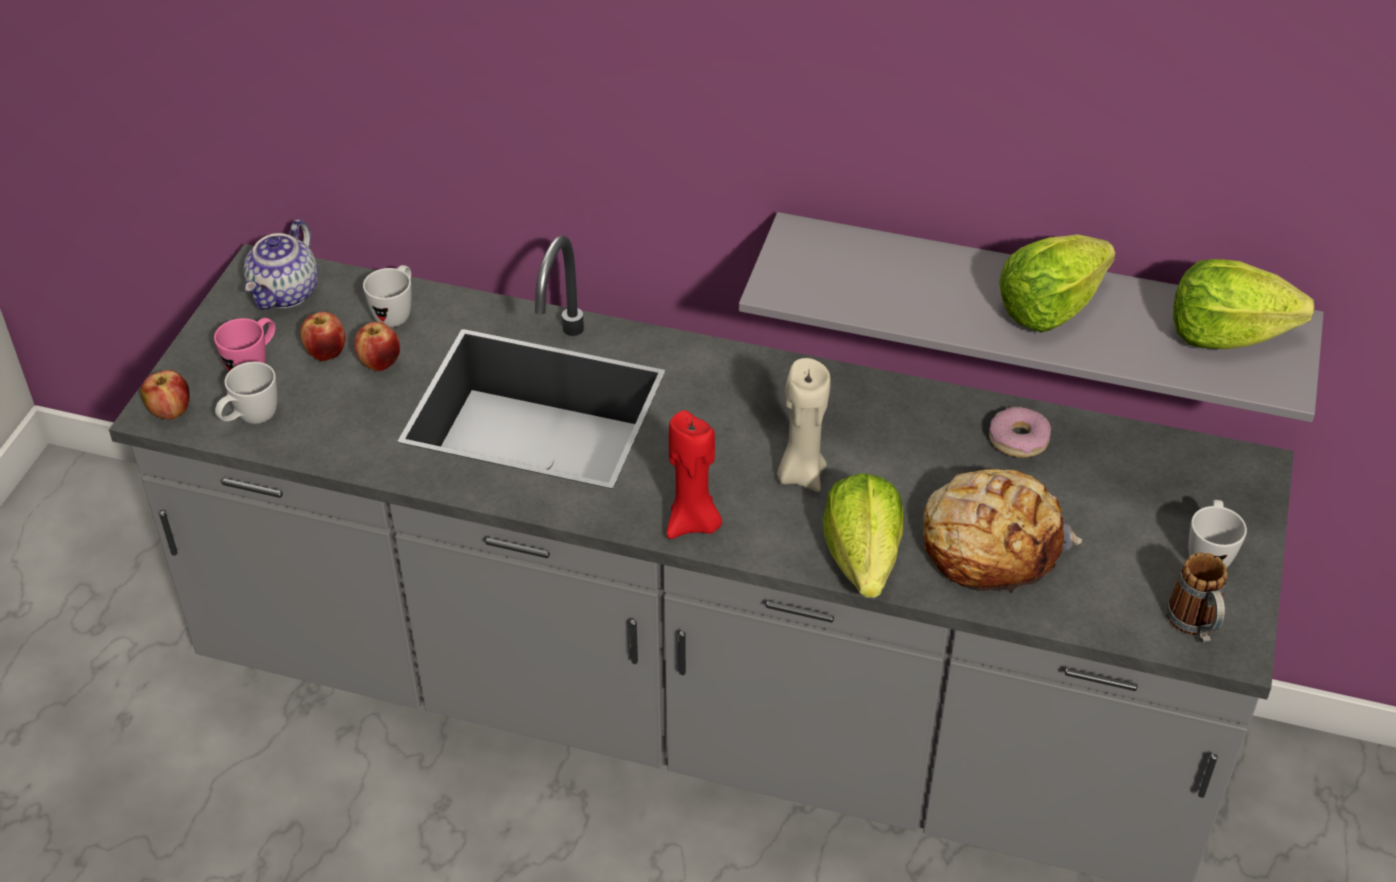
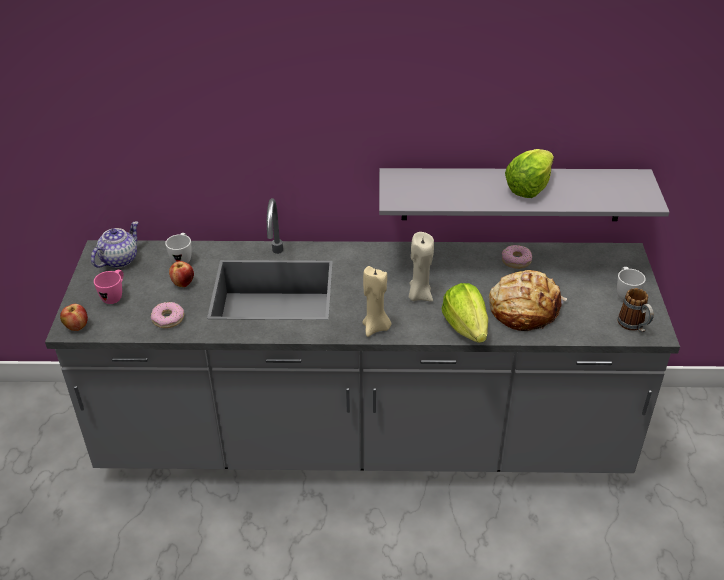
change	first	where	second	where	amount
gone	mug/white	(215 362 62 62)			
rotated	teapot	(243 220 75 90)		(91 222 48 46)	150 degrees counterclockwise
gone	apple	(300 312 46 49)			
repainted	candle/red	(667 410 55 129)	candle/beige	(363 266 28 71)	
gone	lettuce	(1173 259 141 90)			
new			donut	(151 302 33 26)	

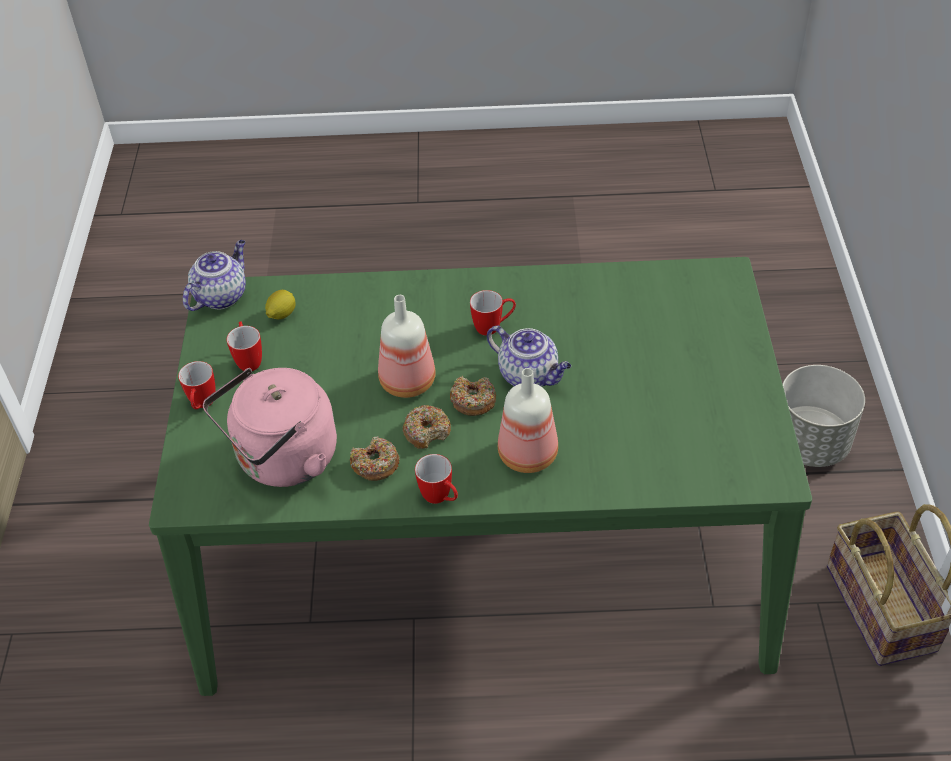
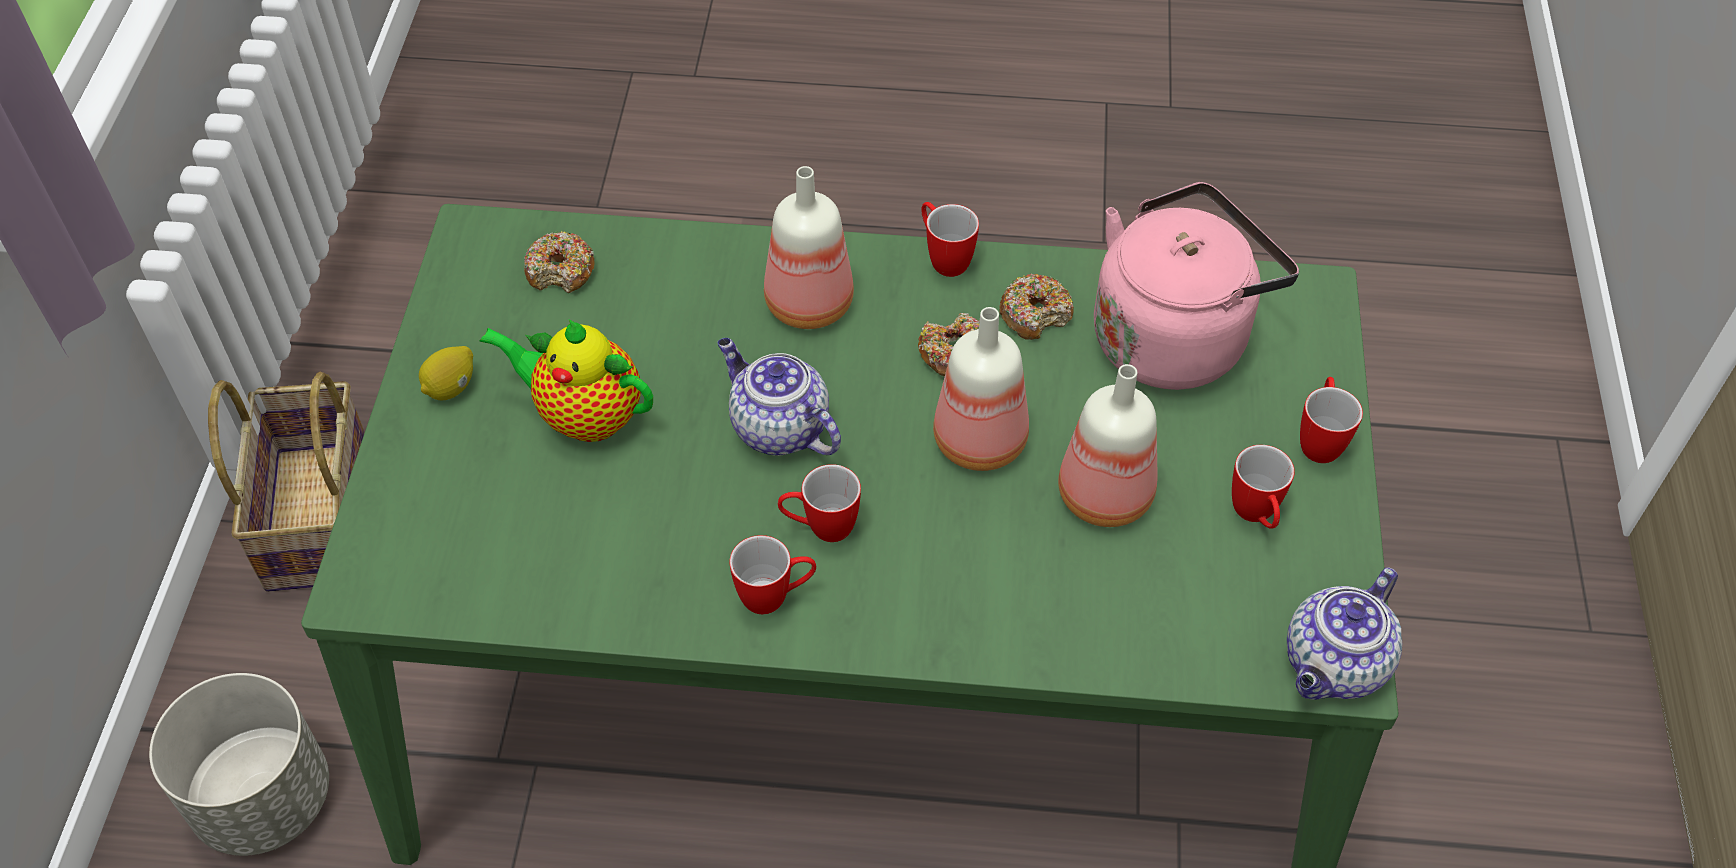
change	first	where	second	where	amount
shifted	lemon	(265 290 31 29)		(419 346 54 54)	
shifted	donut	(450 376 46 40)		(524 231 71 62)	
new			teapot	(480 319 173 123)	
new			mug	(729 535 87 79)	
new			bottle	(1058 364 100 163)	

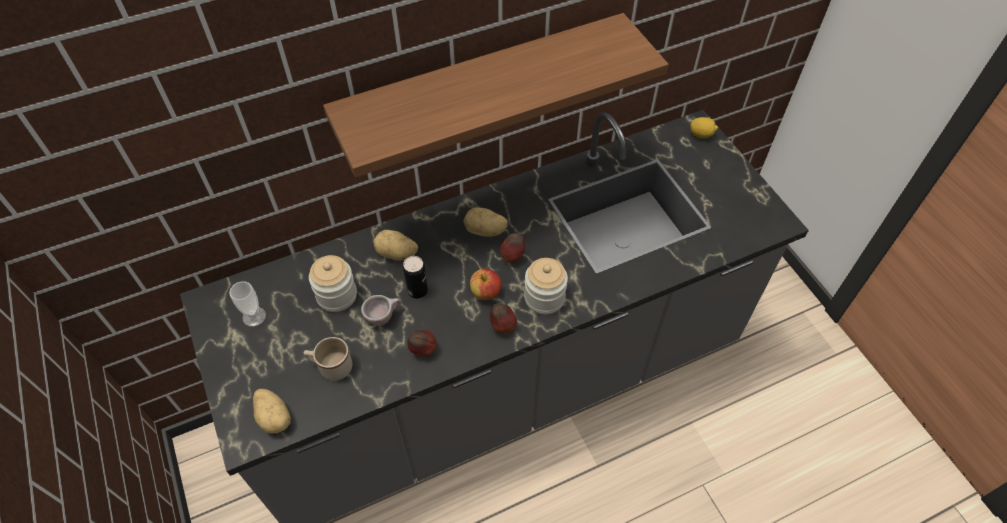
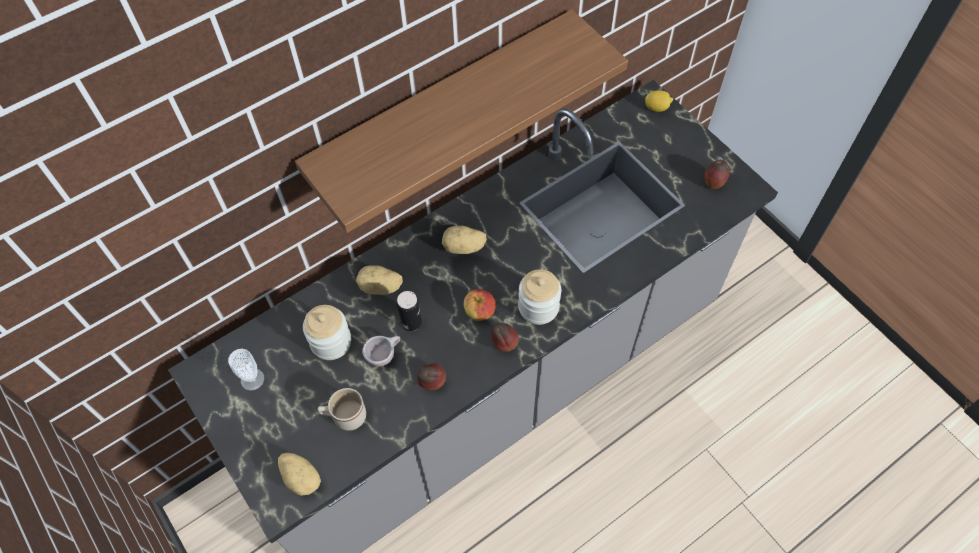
change	first	where	second	where	amount
shifted	apple	(500 233 25 30)		(704 160 26 29)	

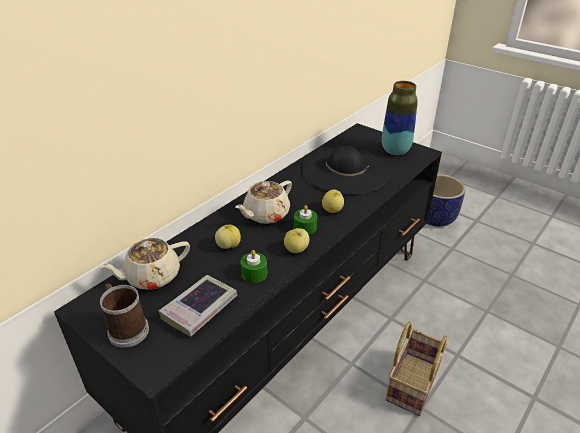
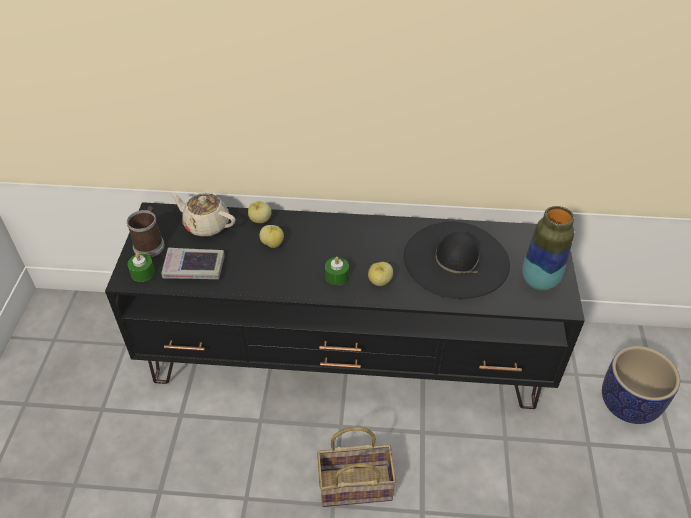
change	first	where	second	where	amount
gone	teapot/beige	(235 181 57 43)			
shifted	candle/green	(241 250 26 33)		(128 253 27 29)	
shifted	apple	(284 228 25 25)		(248 201 24 22)	

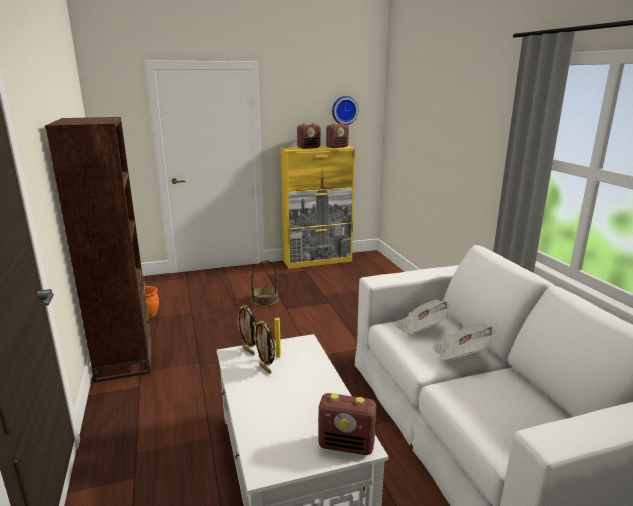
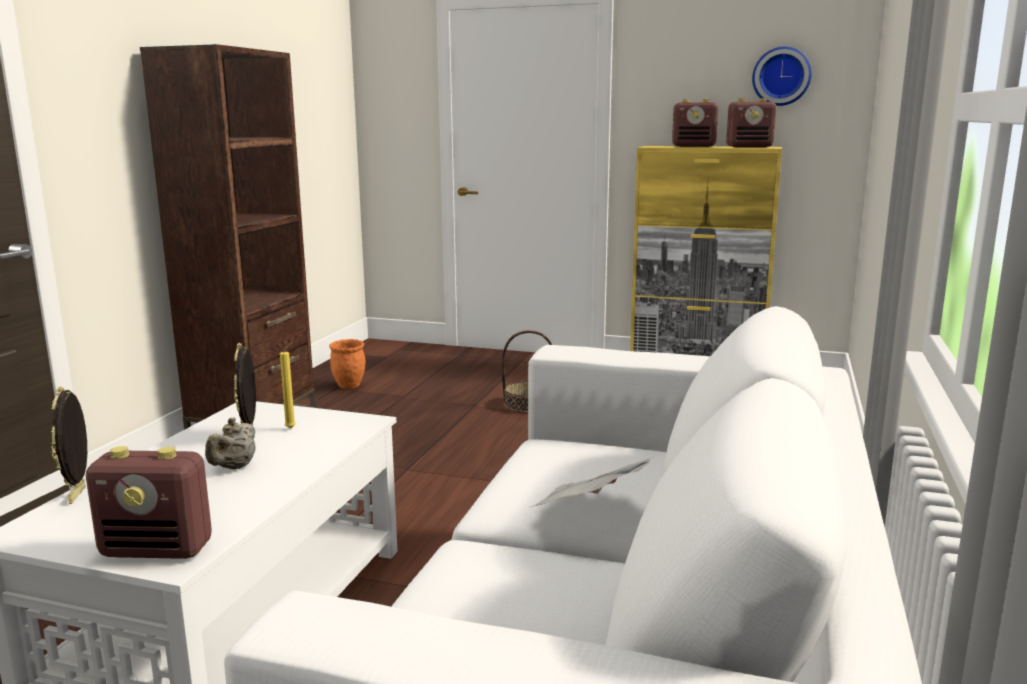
change	first	where	second	where	amount
shifted	picture frame	(237 305 20 50)		(51 386 36 118)	
rotated	radio	(318 393 58 62)		(86 446 126 113)	45 degrees counterclockwise
gone	newspaper	(395 299 55 36)			
new			teapot/beige	(205 417 51 52)	

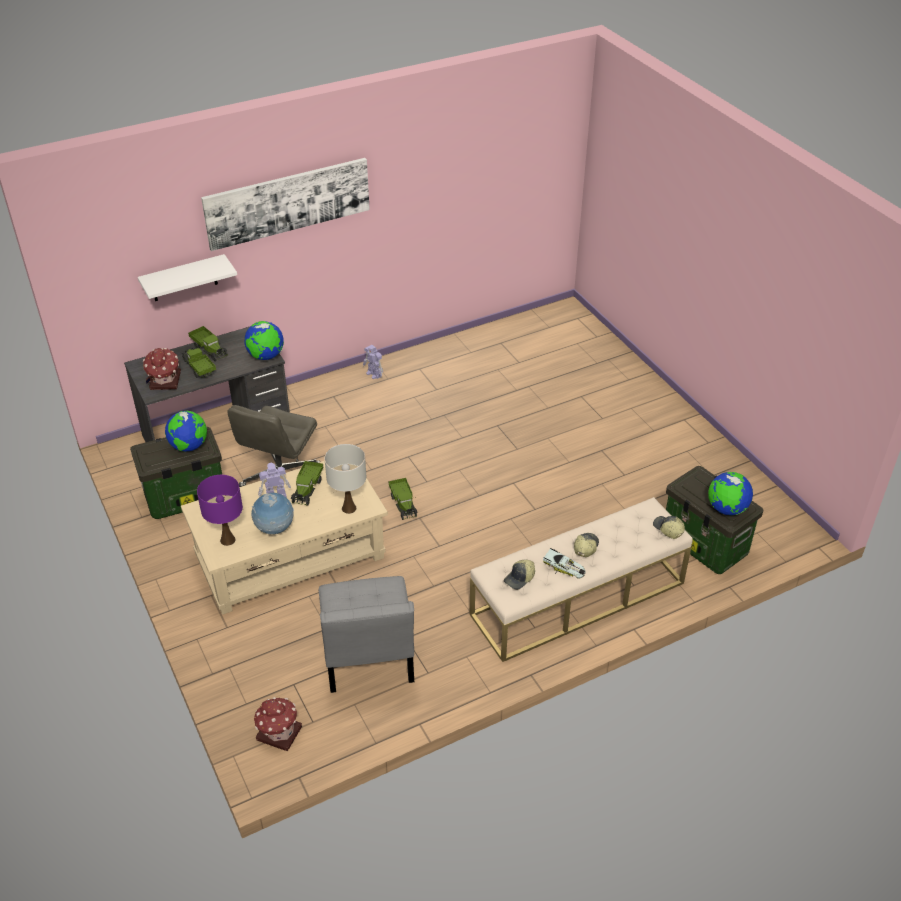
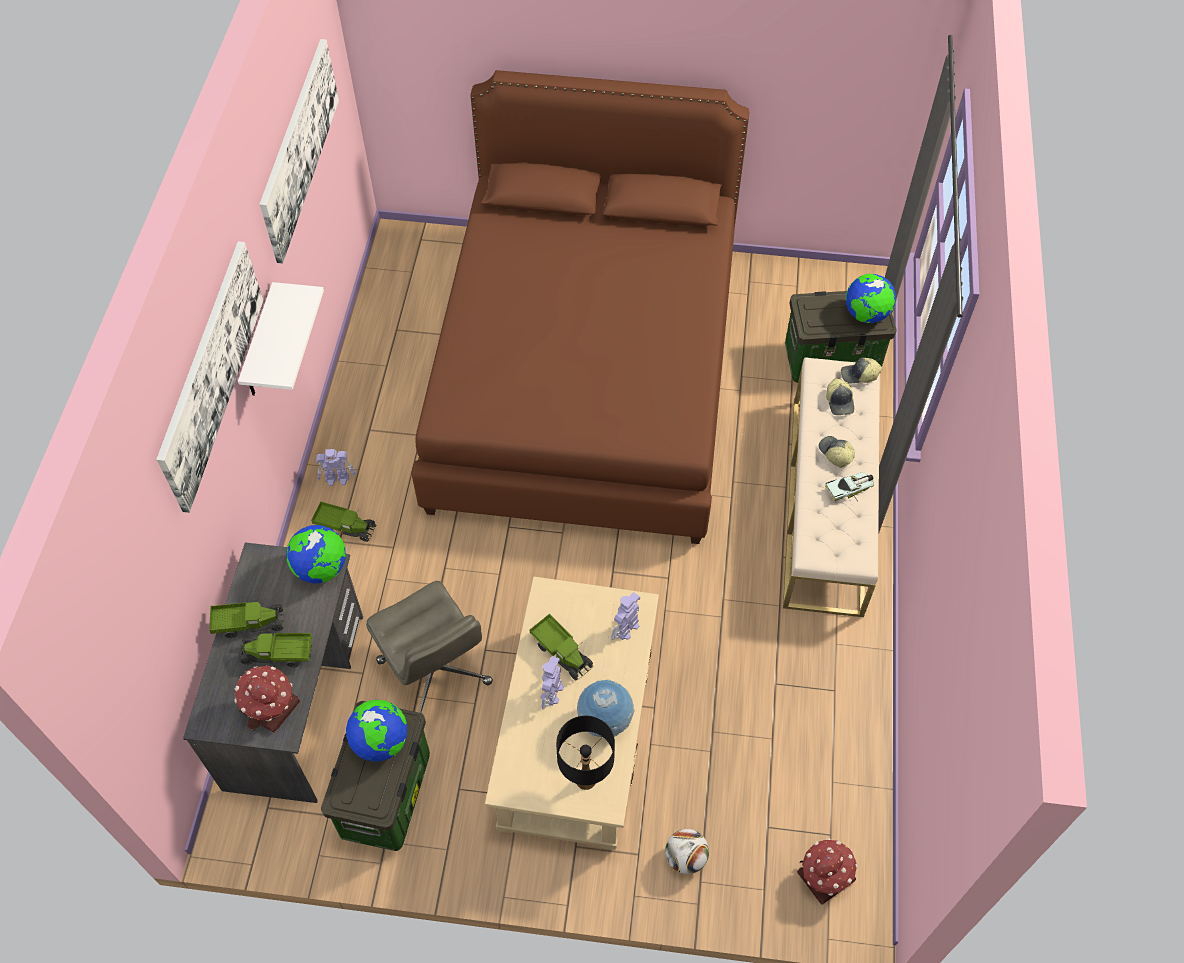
change	first	where	second	where	amount
shifted	shelf/white	(138 254 99 47)		(238 282 86 114)	
repainted	table lamp/purple	(197 475 46 71)	table lamp/black	(556 716 59 74)	
gone	chair/grey	(319 576 95 117)			
swapped	table lamp/white	(324 444 42 70)	toy robot	(611 592 29 48)	
shifted	toy truck	(389 478 28 42)		(311 502 65 40)	
shifted	cap	(504 560 31 30)		(826 378 28 37)	
new			picture	(259 39 80 225)	
new			bed/brown	(411 70 338 474)	
new			football	(665 829 44 45)	

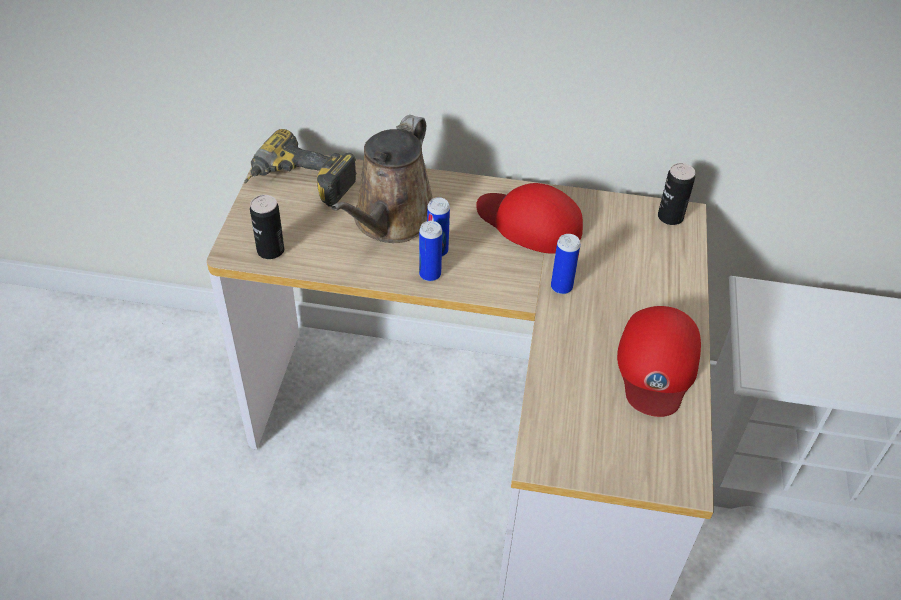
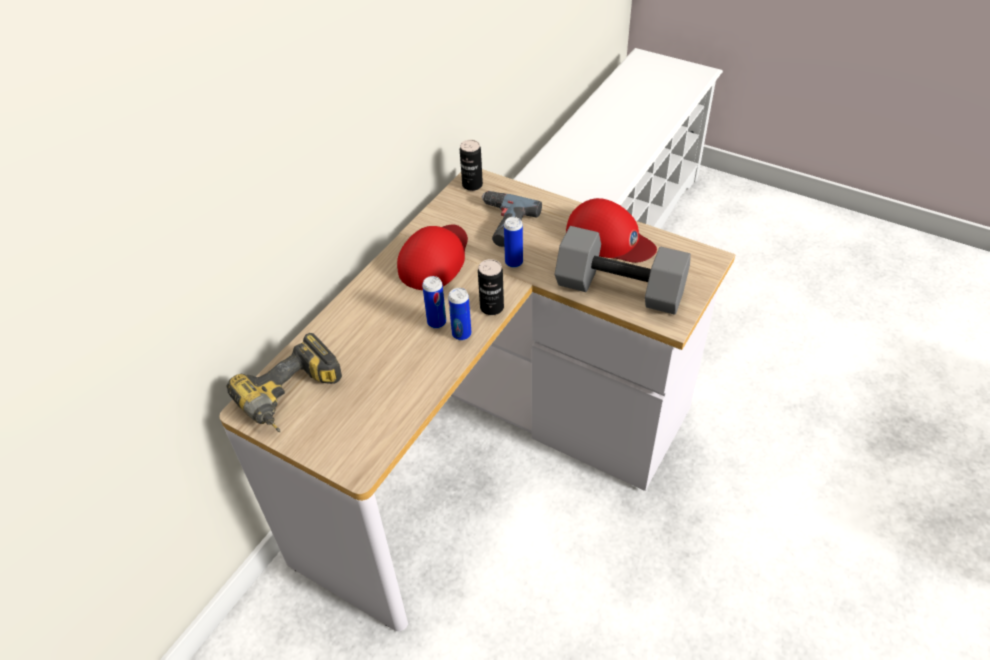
change	first	where	second	where	amount
shifted	can	(250 195 34 64)		(478 259 26 56)	
gone	watering can/brown	(331 115 102 128)			
rotated	cap/red	(476 183 107 71)		(397 225 71 65)	150 degrees clockwise
new			power drill	(481 191 61 56)	
new			dumbbell/grey	(555 226 136 89)	

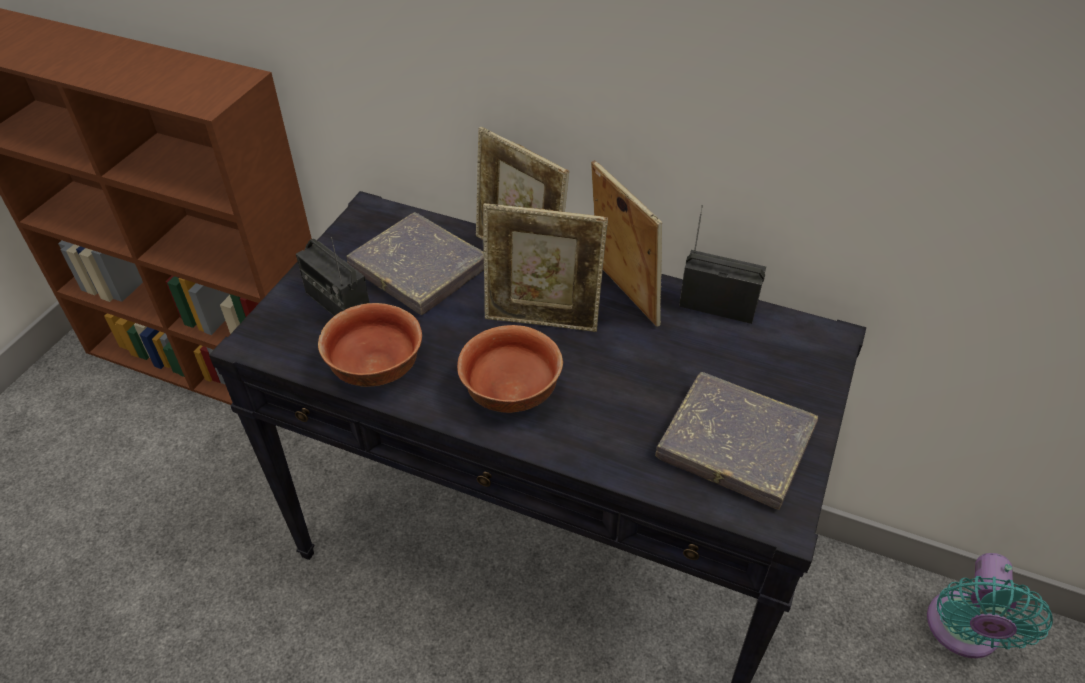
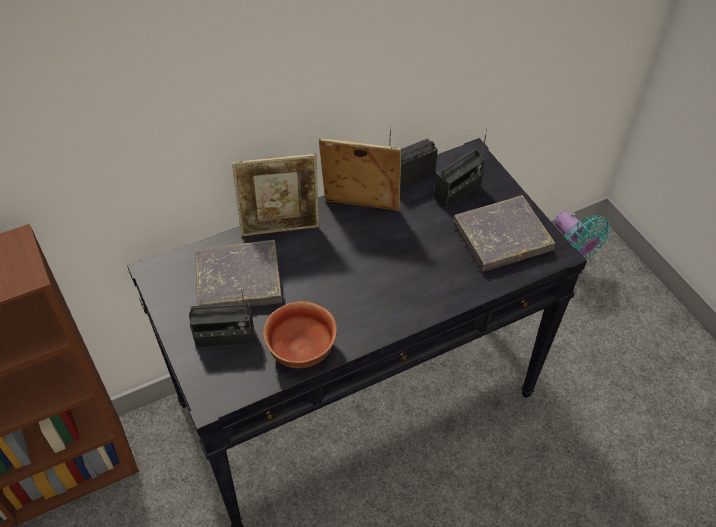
change	first	where	second	where	amount
gone	bowl	(457 325 106 88)			
gone	picture frame	(483 203 125 129)			
new			radio	(433 129 54 80)	

